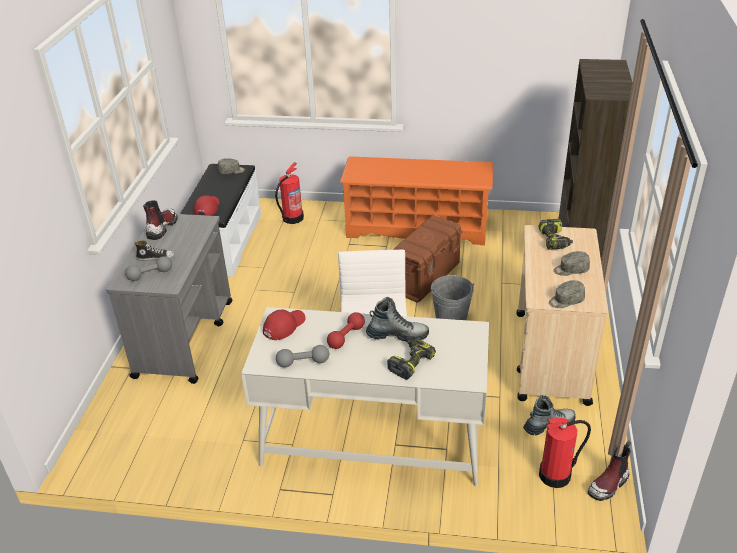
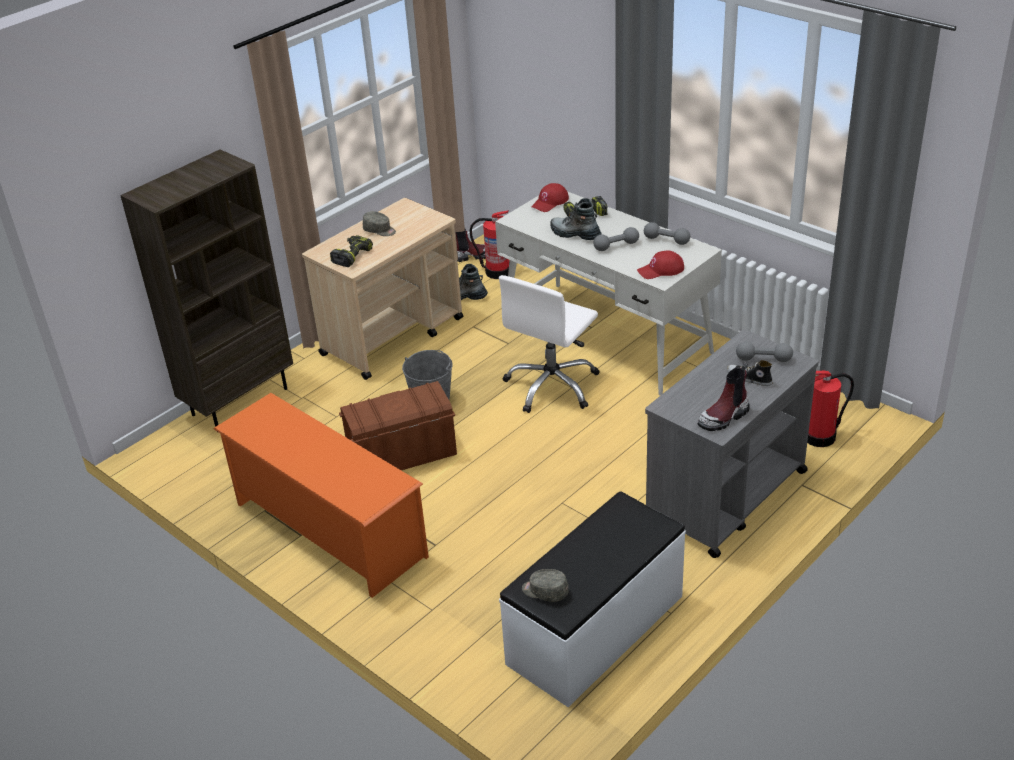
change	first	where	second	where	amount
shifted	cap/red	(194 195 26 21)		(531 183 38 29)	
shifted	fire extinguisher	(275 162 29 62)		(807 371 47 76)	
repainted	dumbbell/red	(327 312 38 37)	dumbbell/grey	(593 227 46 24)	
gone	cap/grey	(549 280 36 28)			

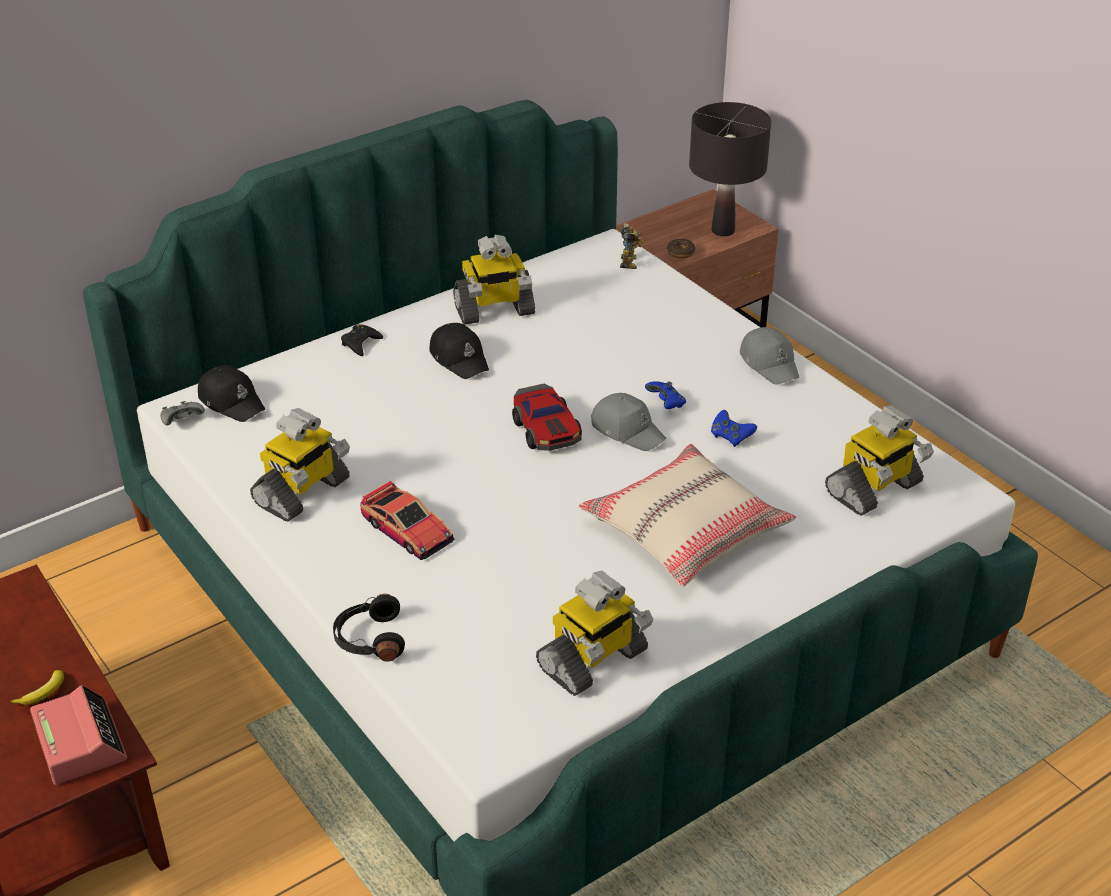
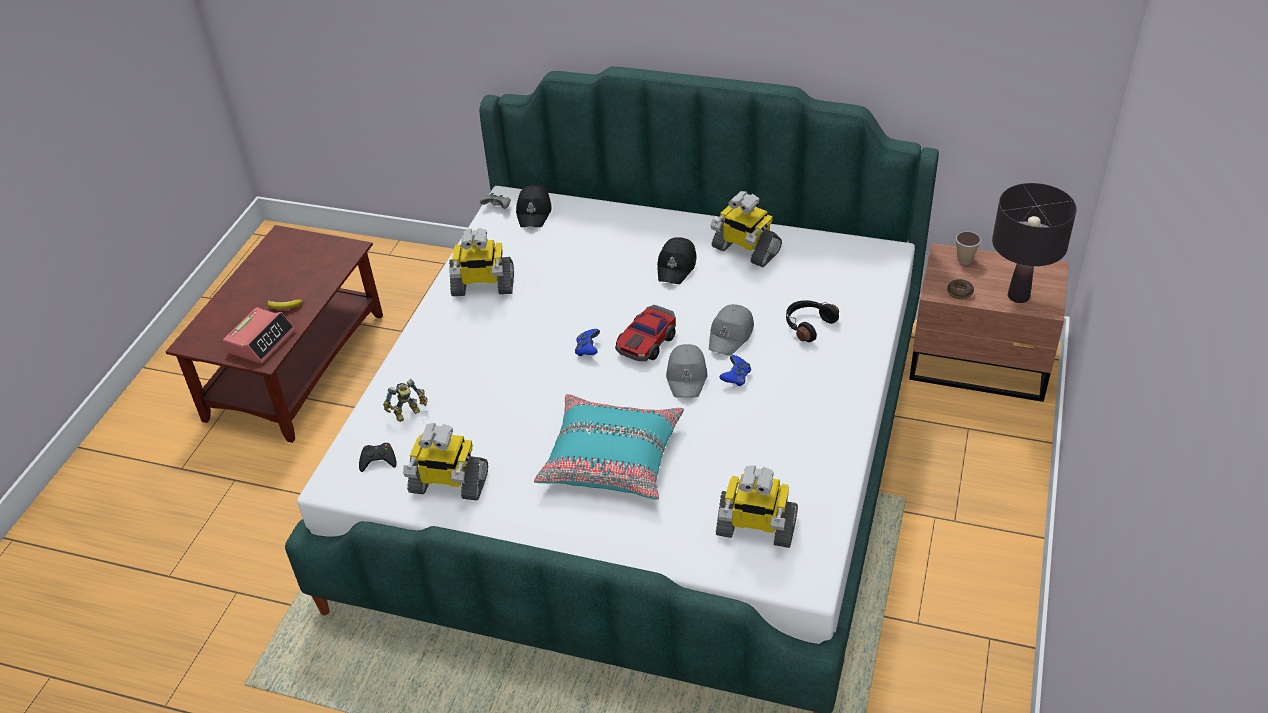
change	first	where	second	where	amount
shifted	headphones/black	(333 594 72 68)		(786 300 53 42)	
shifted	game controller/black	(341 324 42 32)		(359 443 37 29)	
gone	toy car	(360 481 95 79)			
repainted	pillow/beige	(578 444 218 142)	pillow/turquoise	(534 394 150 105)	
shifted	toy robot	(620 223 23 46)		(383 379 45 43)	
shifted	game controller/blue	(711 410 46 37)		(575 329 25 27)	
shifted	cap/grey	(740 327 60 58)		(709 304 45 52)	
new			cup	(956 232 25 33)	

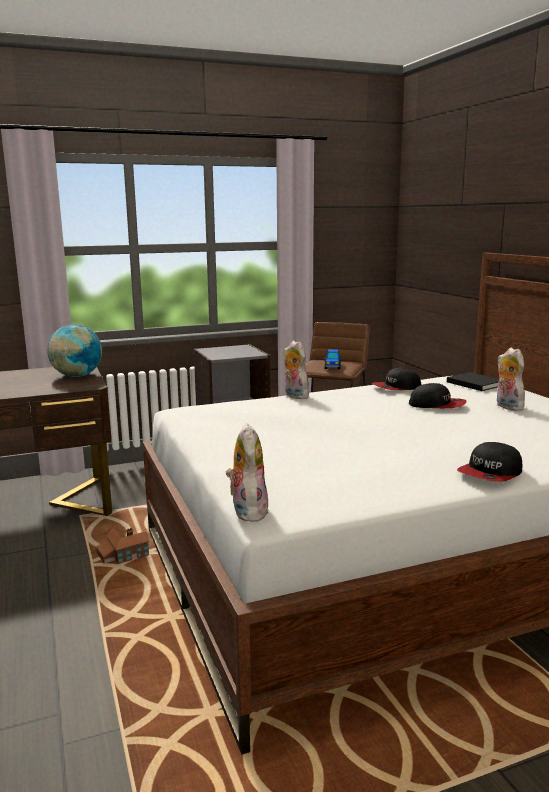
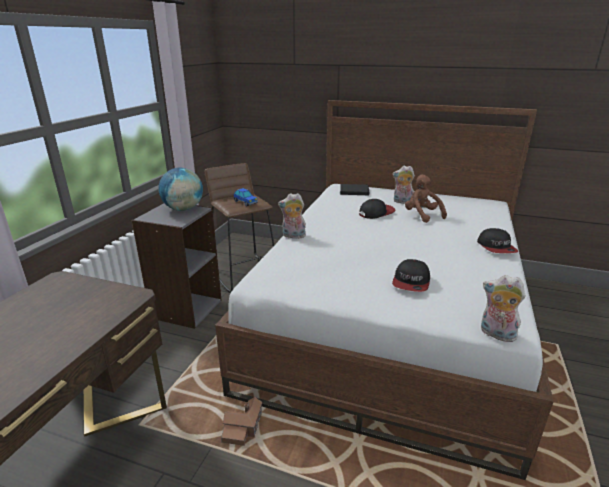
change	first	where	second	where	amount
shifted	globe	(47 324 55 53)		(158 168 45 43)	
shifted	cap	(372 368 50 22)		(392 259 38 33)	
new			plush toy/brown	(405 174 42 49)	

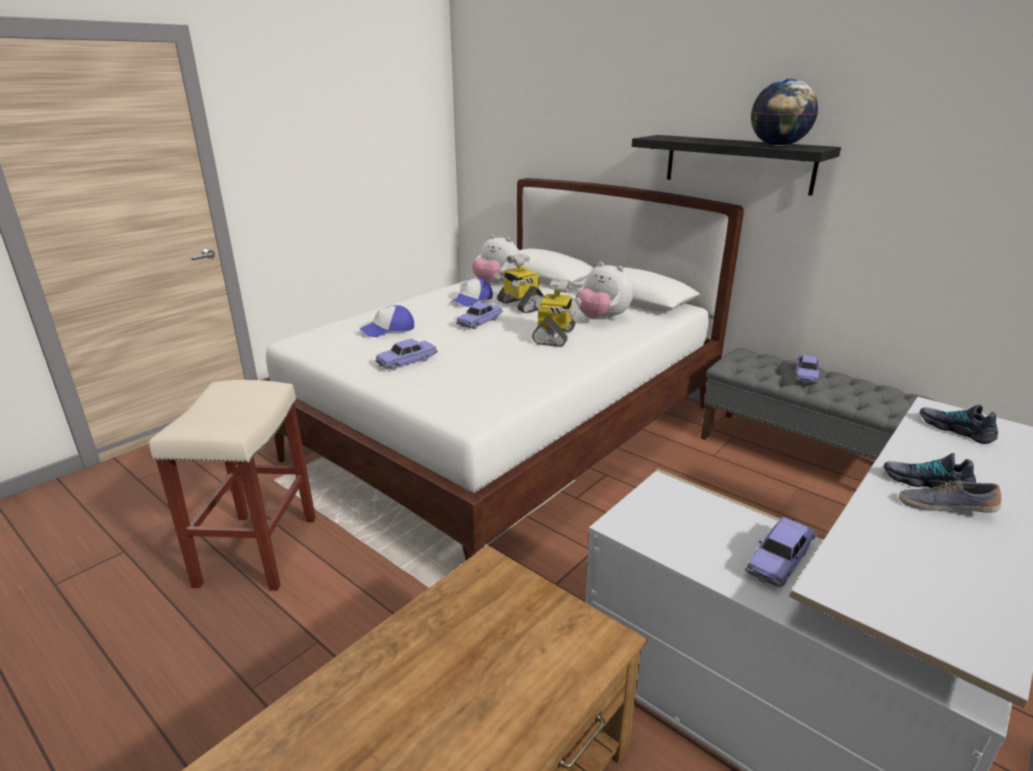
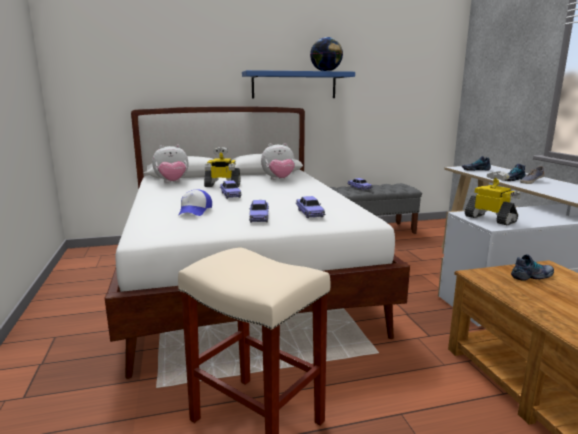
change	first	where	second	where	amount
gone	cap	(451 278 42 29)			
shifted	toy robot	(532 279 50 68)		(465 171 56 54)	
repainted	shelf/black	(632 135 209 61)	shelf/blue	(242 70 113 29)	
shifted	toy car	(745 517 71 70)		(295 196 31 22)	
new			shoe	(511 254 43 27)	

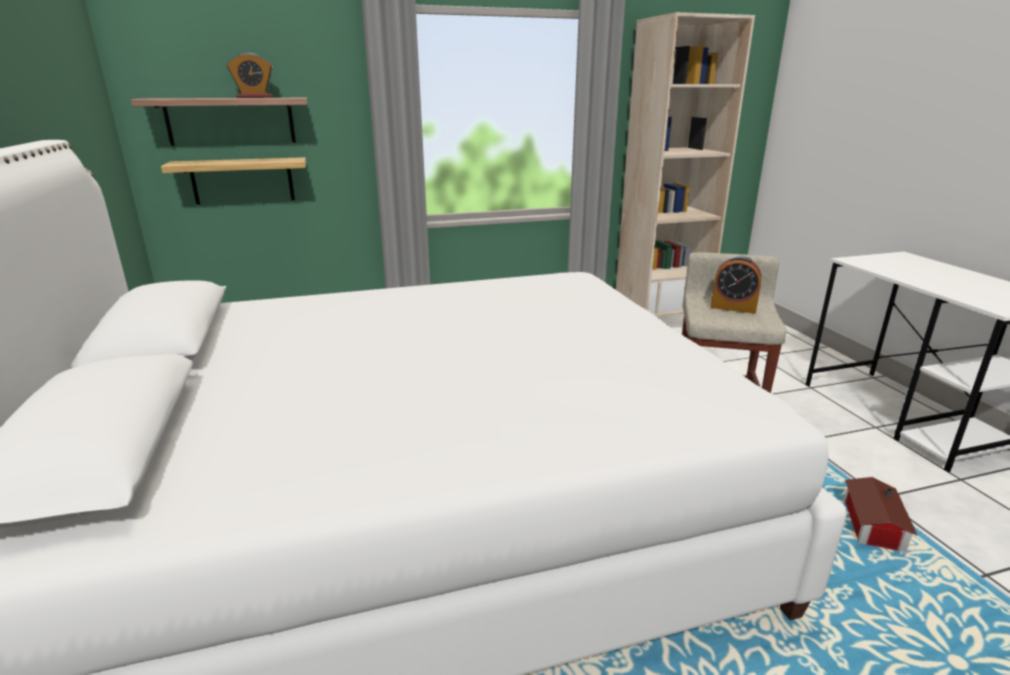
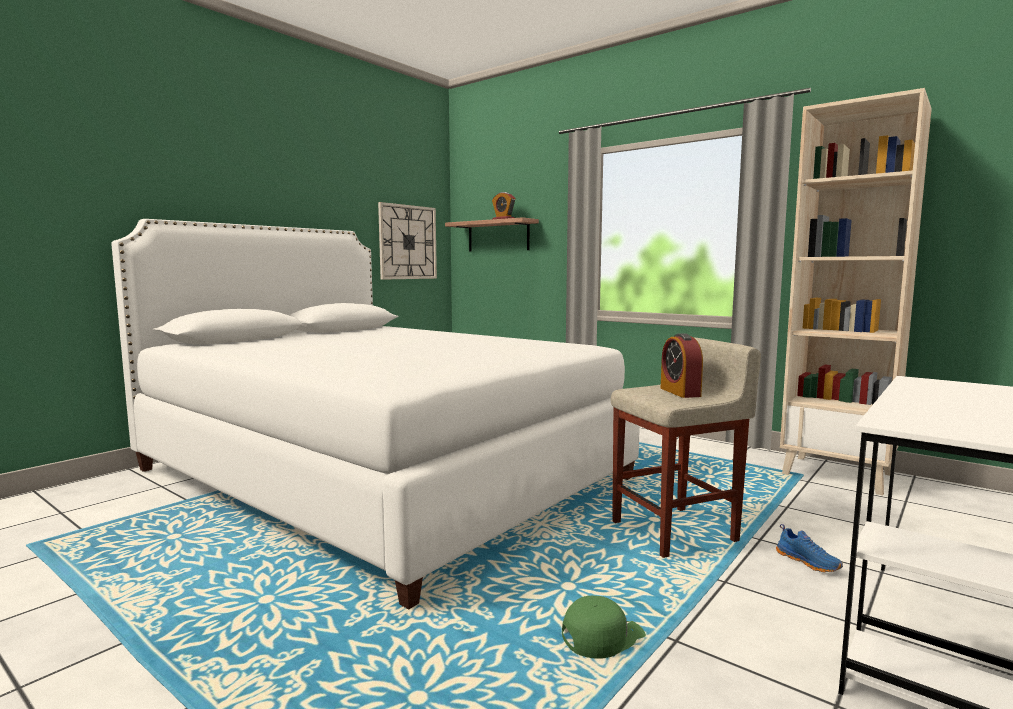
change	first	where	second	where	amount
gone	shelf	(161 157 145 48)			
swapped	toy house	(844 477 74 75)	cap/green	(562 596 84 63)	
new			wall clock	(378 202 59 78)	
new			shoe/blue	(776 524 67 48)	

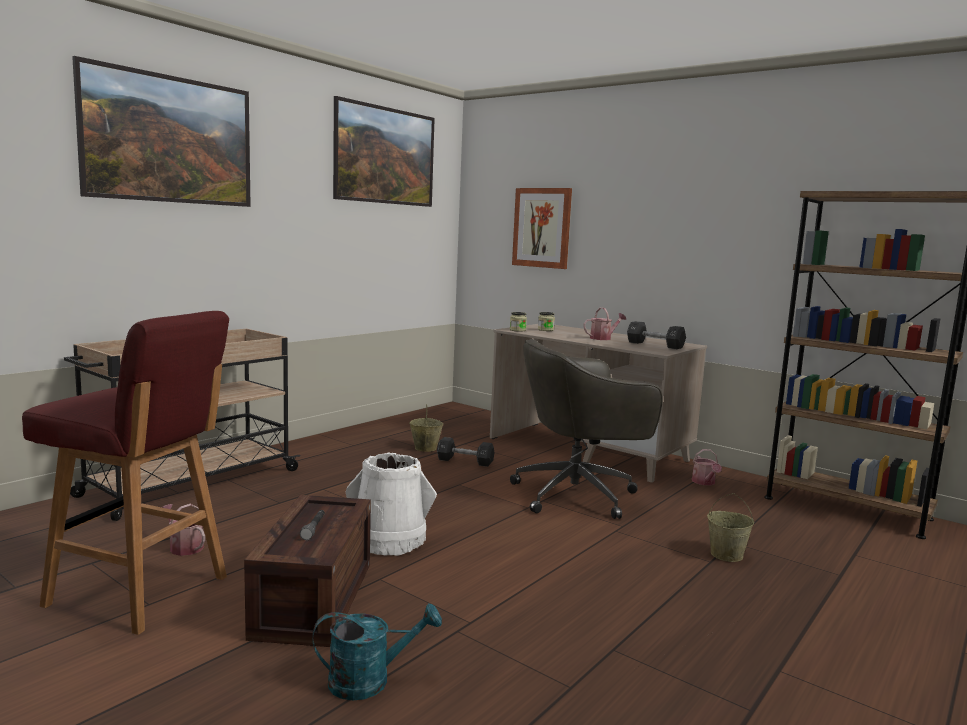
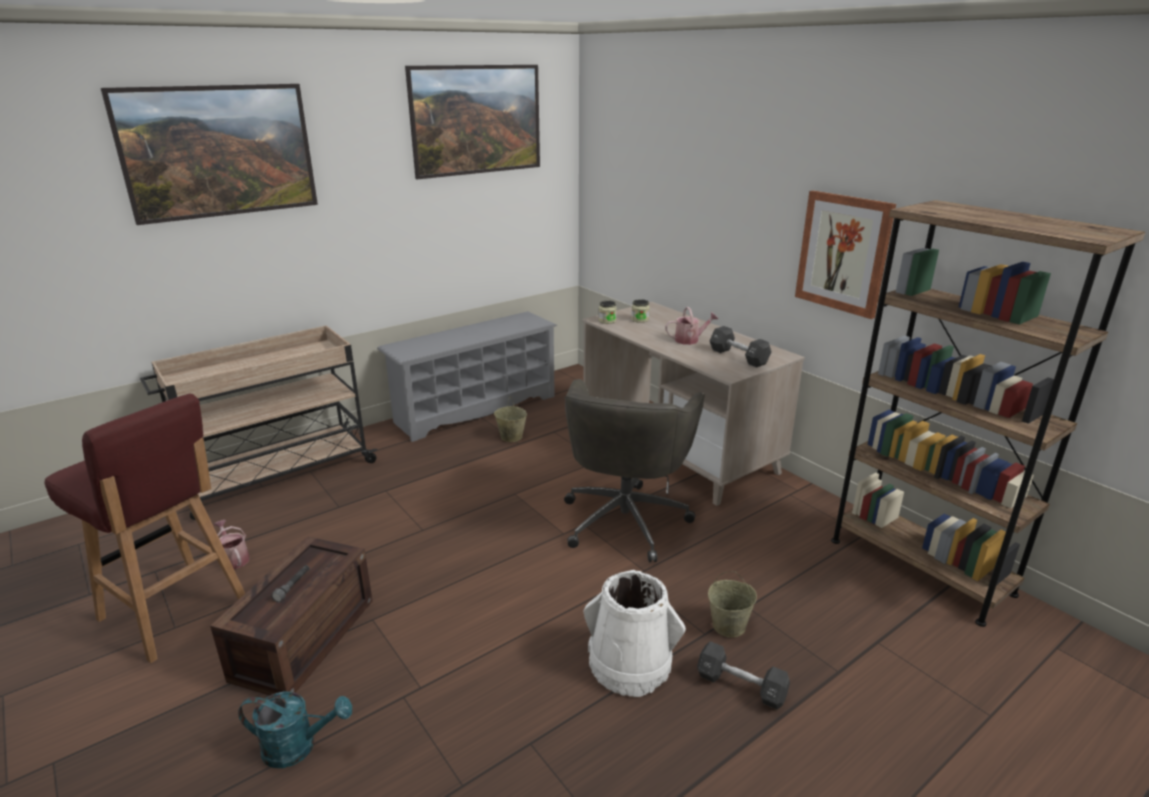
change	first	where	second	where	amount
shifted	bucket/white	(346 453 91 103)		(584 570 102 127)	
shifted	dumbbell/black	(437 437 58 30)		(697 641 93 69)	
rotated	office chair/grey	(510 339 153 180)		(564 379 141 183)	75 degrees counterclockwise
shifted	picture	(512 188 60 81)		(795 190 101 129)	
gone	watering can	(692 449 30 36)			
new			shoe rack/grey	(377 311 180 131)	

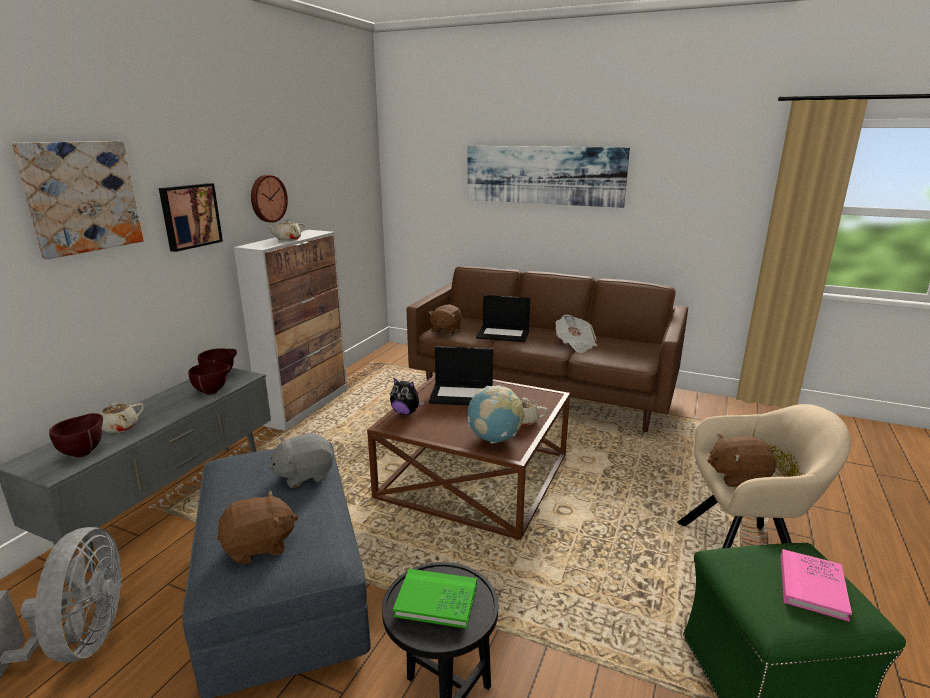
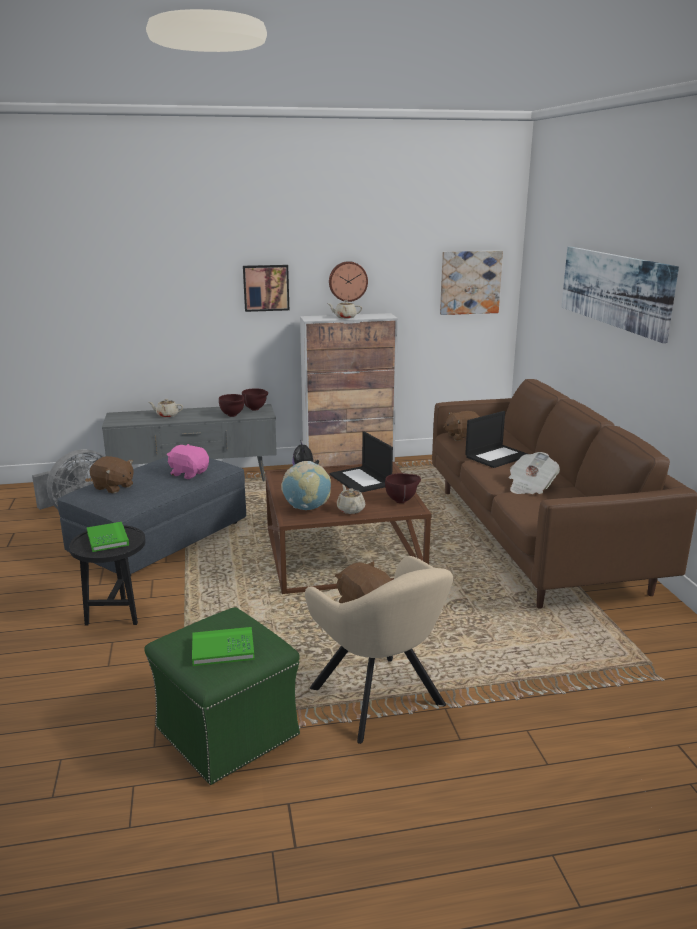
change	first	where	second	where	amount
shifted	picture	(12 141 132 118)		(440 251 63 64)	
shifted	bowl/brown	(49 413 54 44)		(385 473 36 30)	
repainted	plush toy/grey	(268 433 65 55)	plush toy/pink	(167 444 42 35)	
rotated	laptop	(476 295 54 47)		(465 411 62 57)	105 degrees counterclockwise
repainted	book/pink	(781 549 71 73)	book/green	(192 627 63 39)	

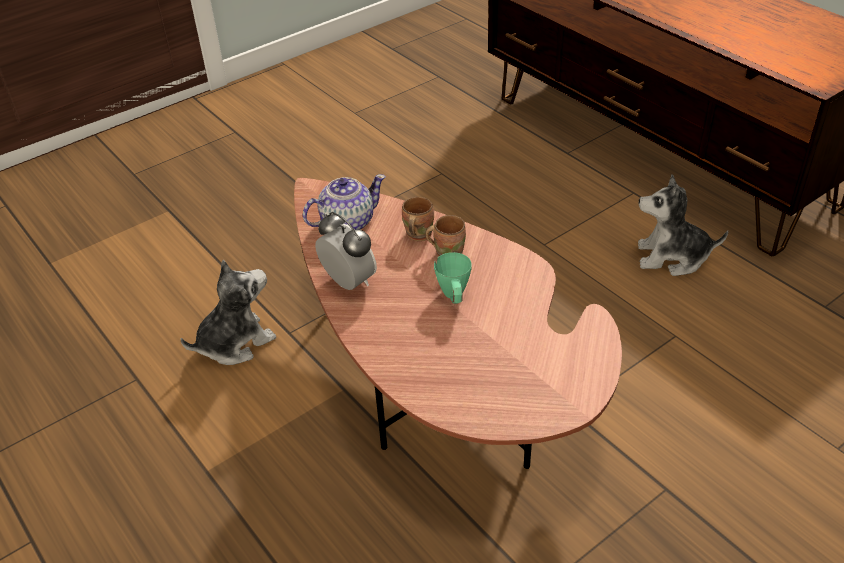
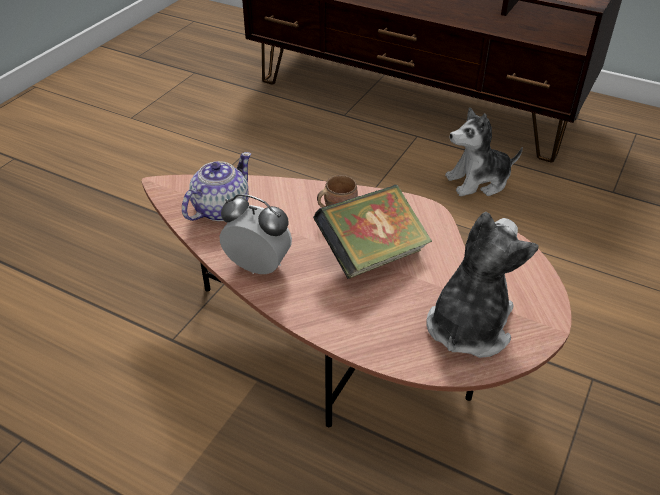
change	first	where	second	where	amount
shifted	plush toy	(180 260 96 105)		(426 212 113 146)	
gone	mug/brown	(402 197 32 44)			
swapped	mug/green	(434 252 38 52)	book	(313 185 119 94)	

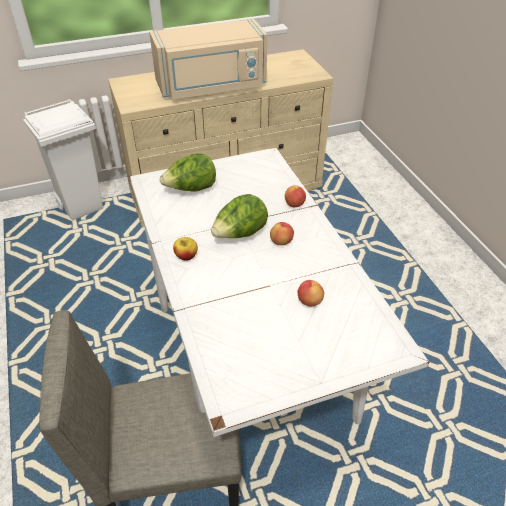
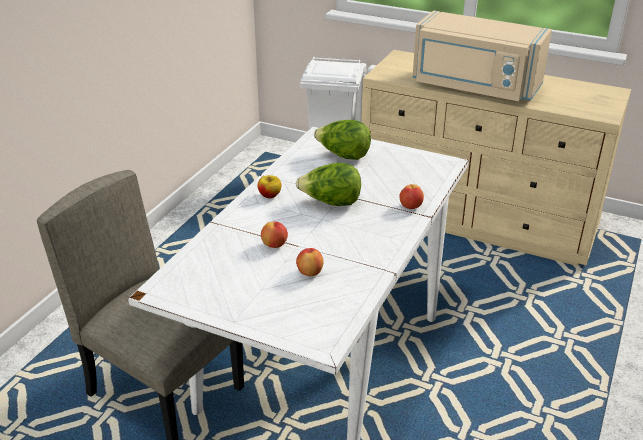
change	first	where	second	where	amount
shifted	apple	(270 222 24 23)		(261 221 27 27)	

